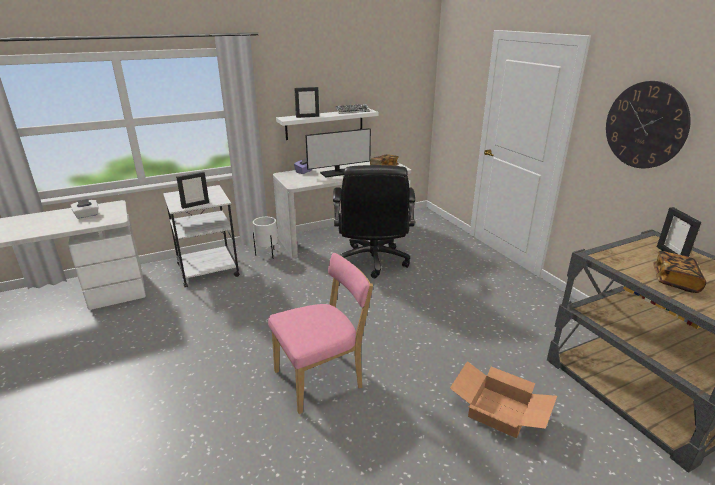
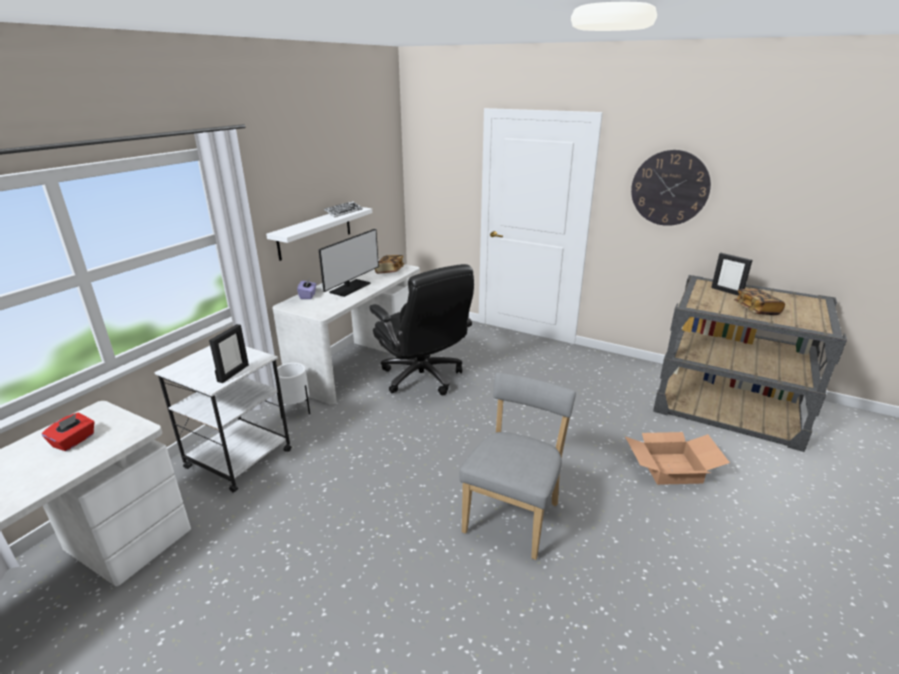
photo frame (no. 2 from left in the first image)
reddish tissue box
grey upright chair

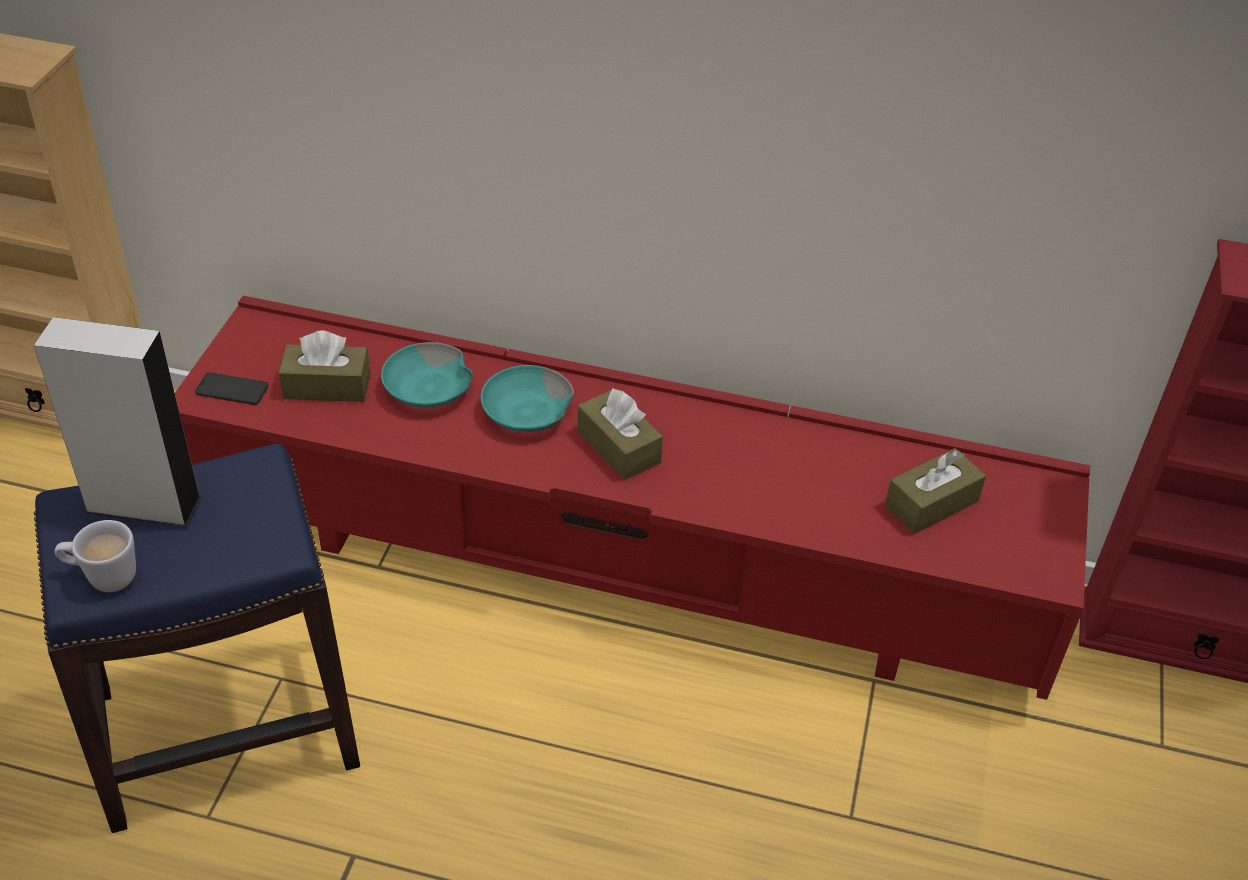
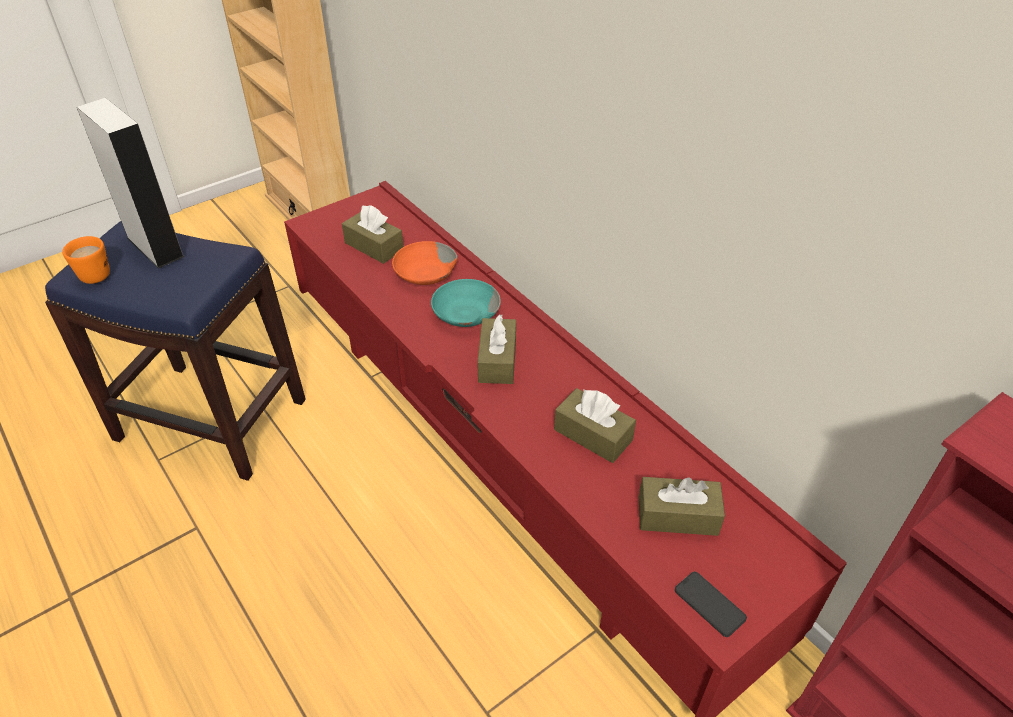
brown-coloured tissue box (no. 3 from left)
phone
orange coffee mug
orange serving bowl

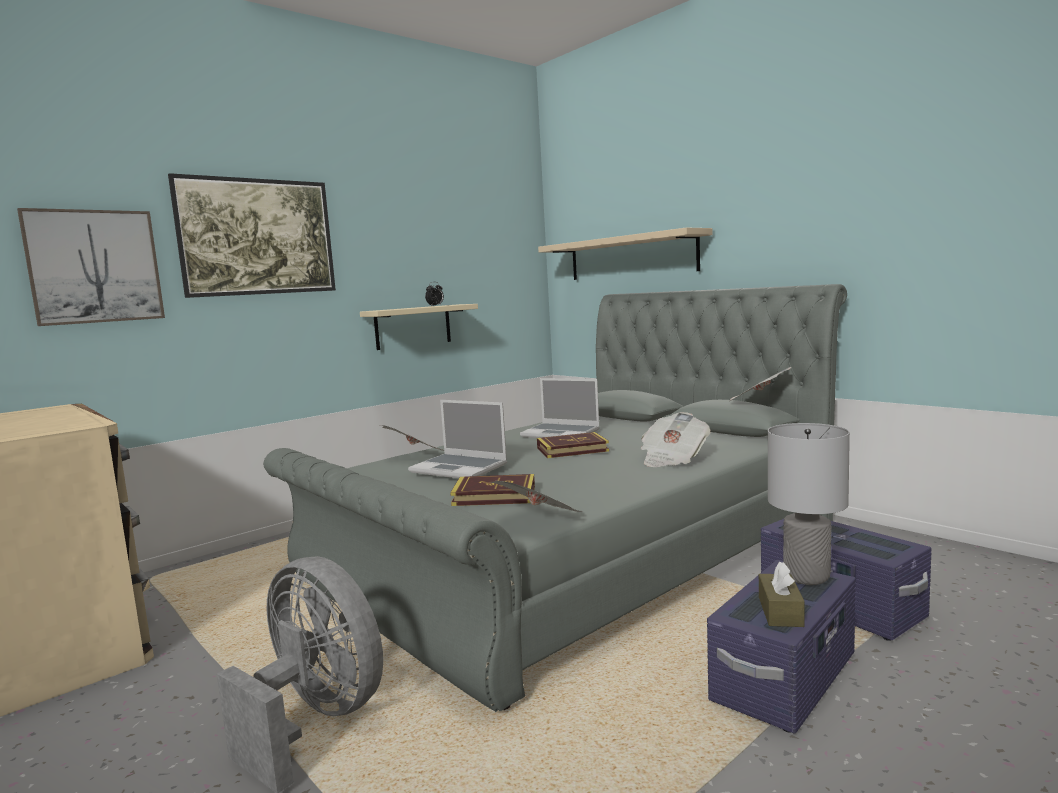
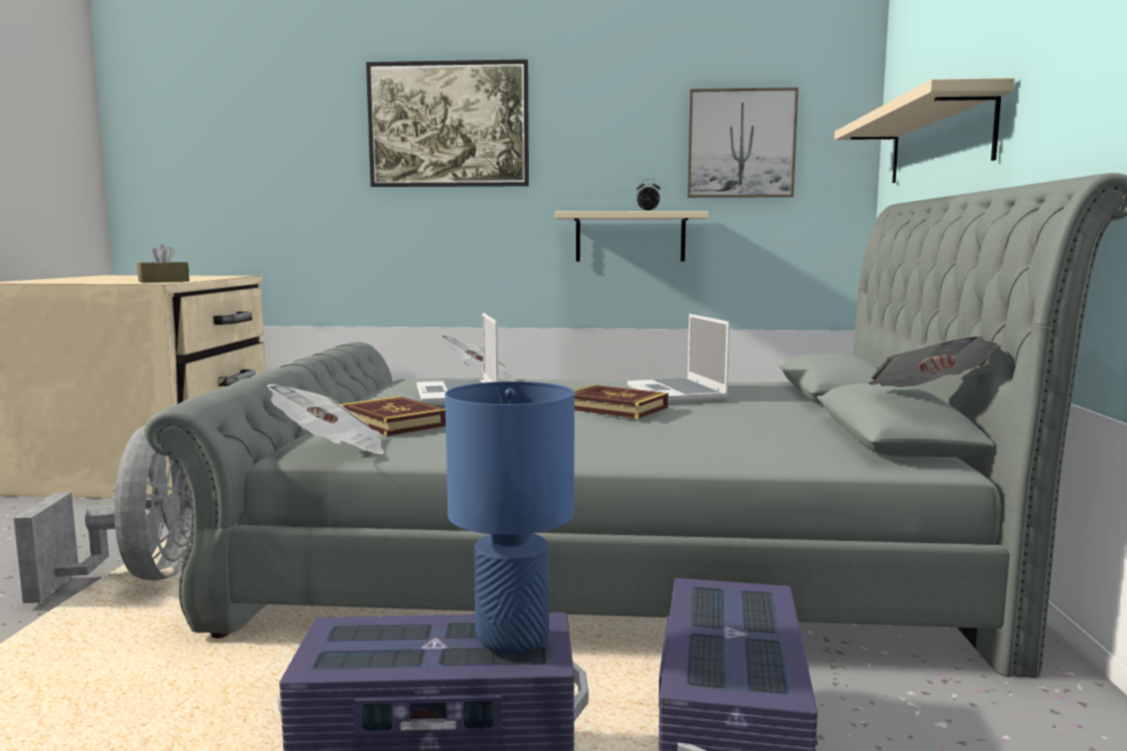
daily paper (no. 3 from left in the first image)
wall picture (no. 2 from left)
brown-coloured tissue box
bluish table lamp

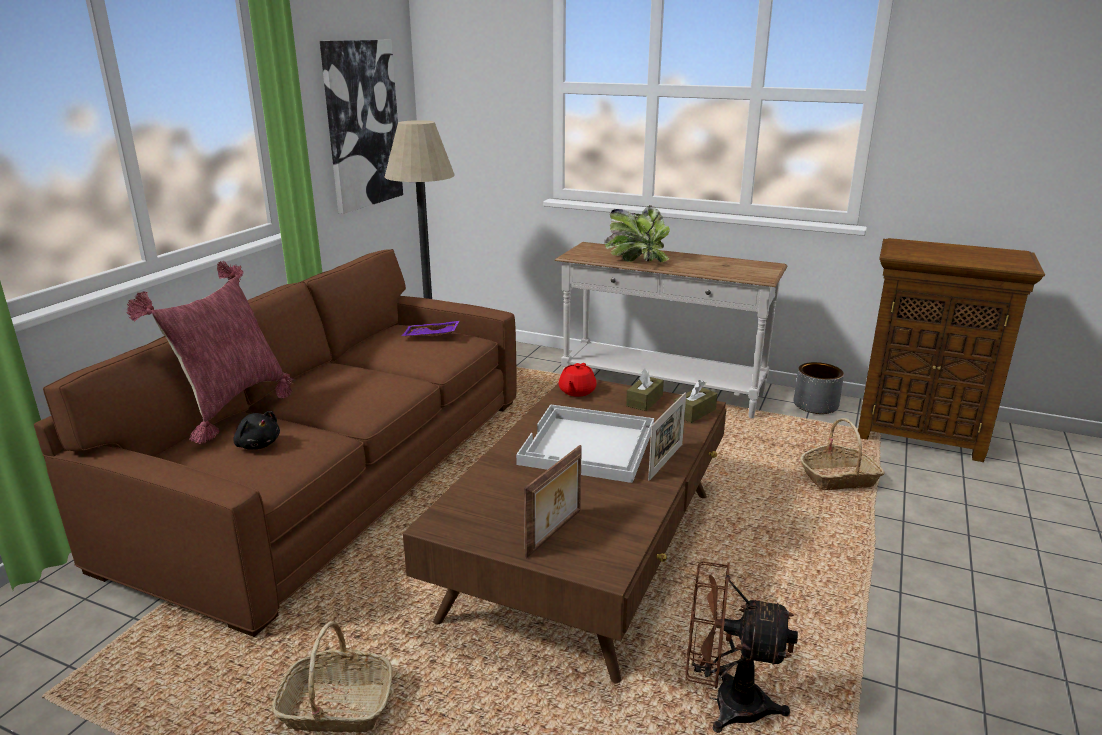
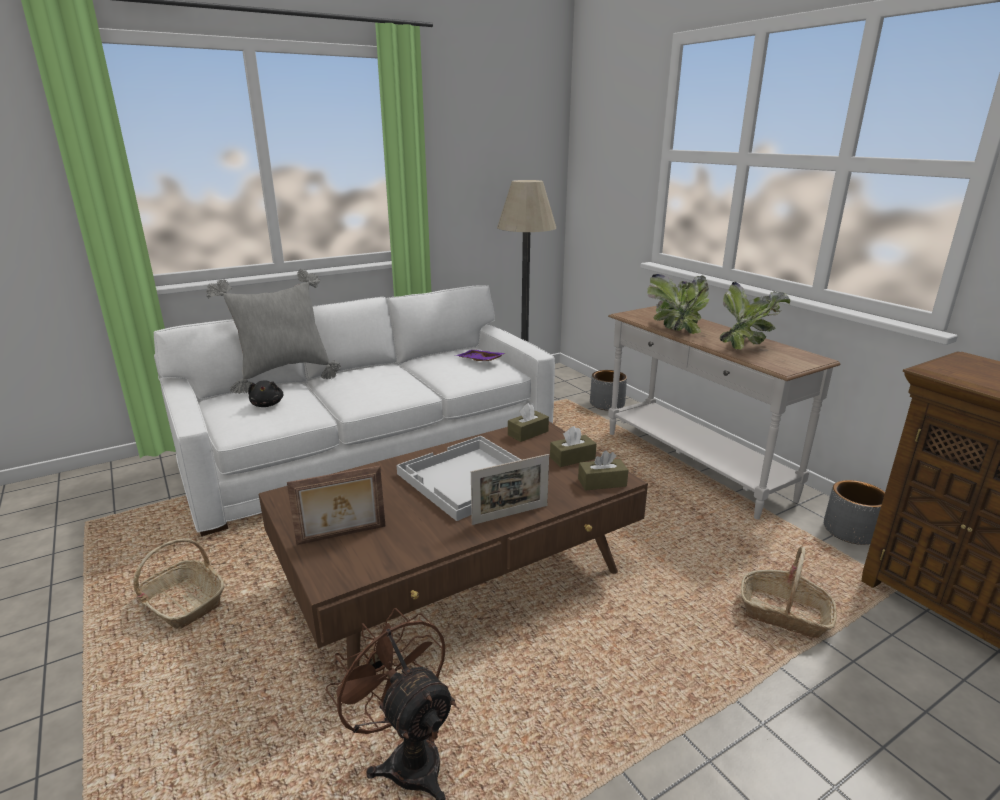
wall picture
grey plant pot (no. 1 from left)
houseplant (no. 2 from left)
brown-coloured tissue box (no. 1 from left)
white couch
grey throw pillow

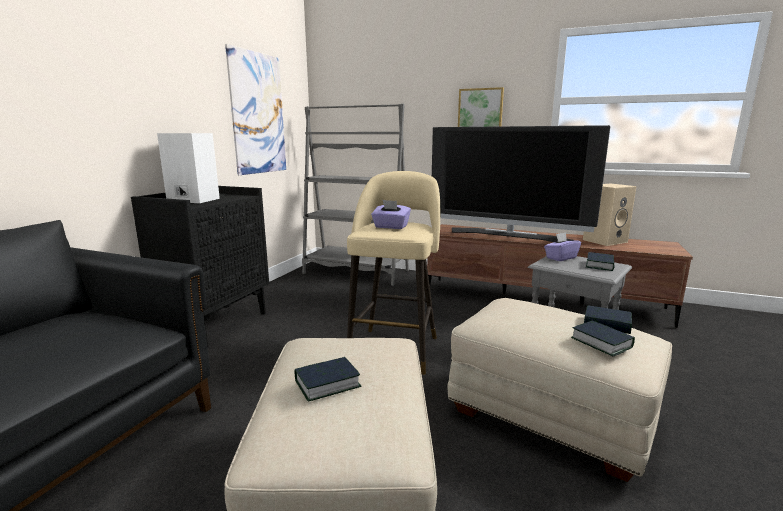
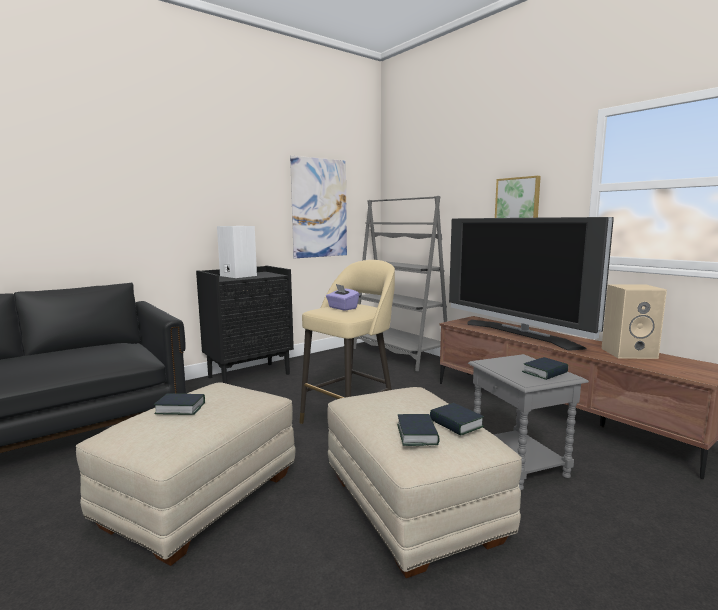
purplish tissue box (no. 2 from left in the first image)

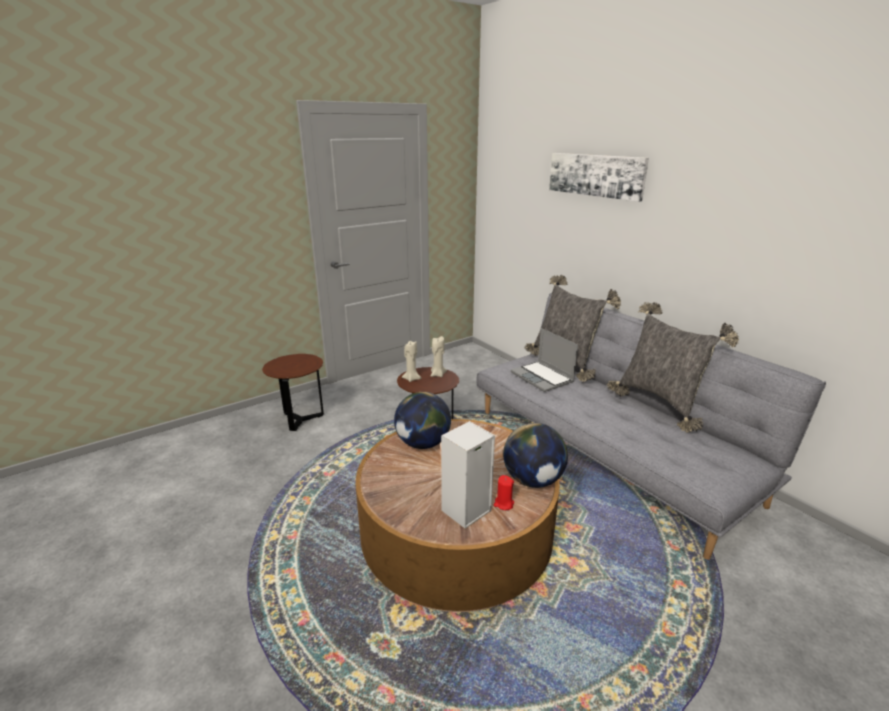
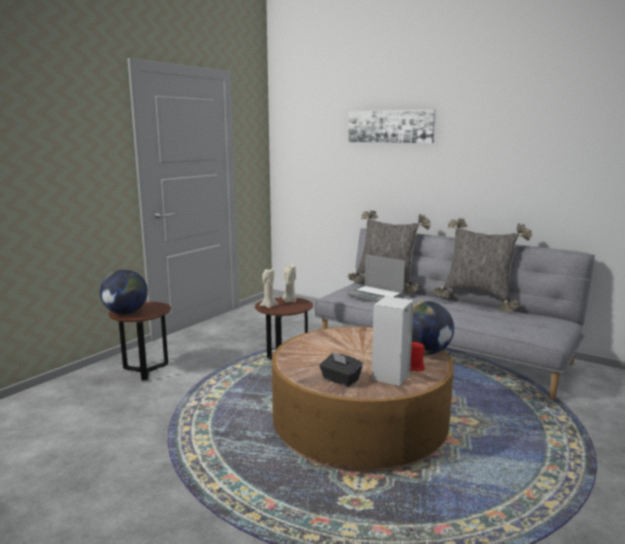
black-coloured tissue box
world globe (no. 1 from left)

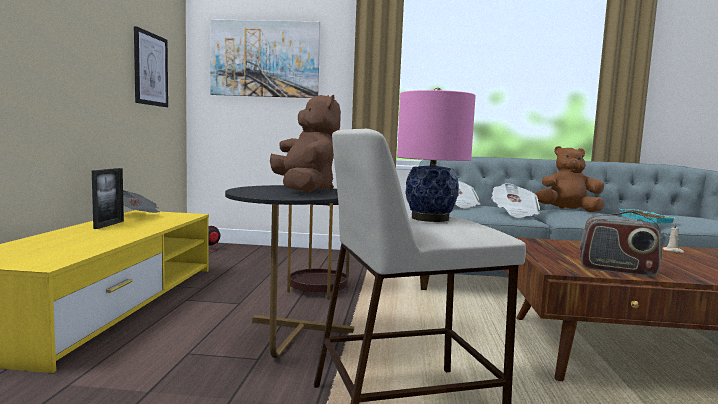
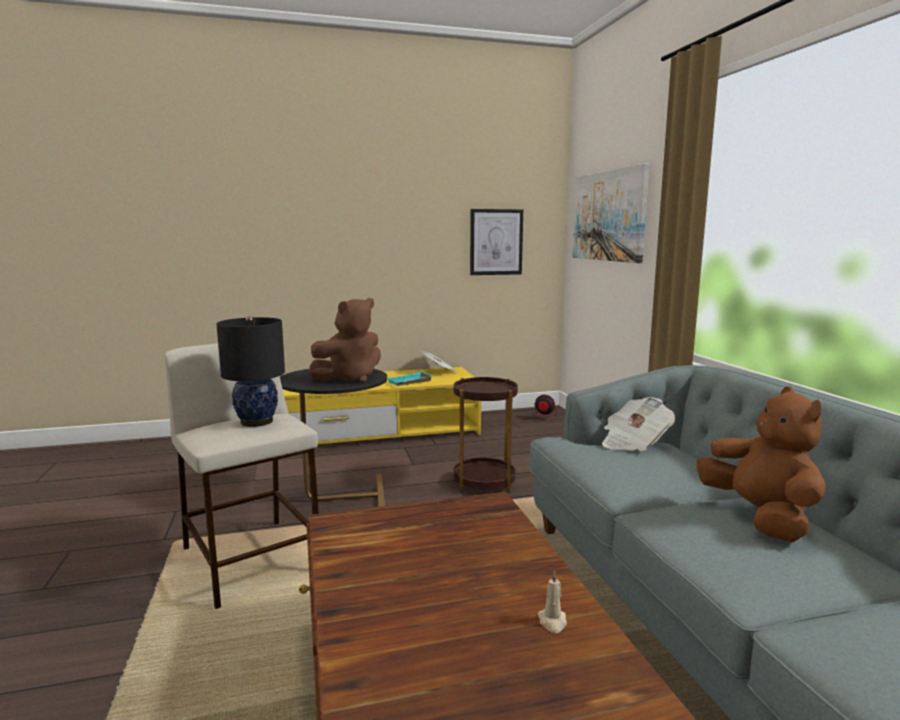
photo frame
daily paper (no. 3 from left in the first image)
radio set
turquoise tray
black-coloured table lamp

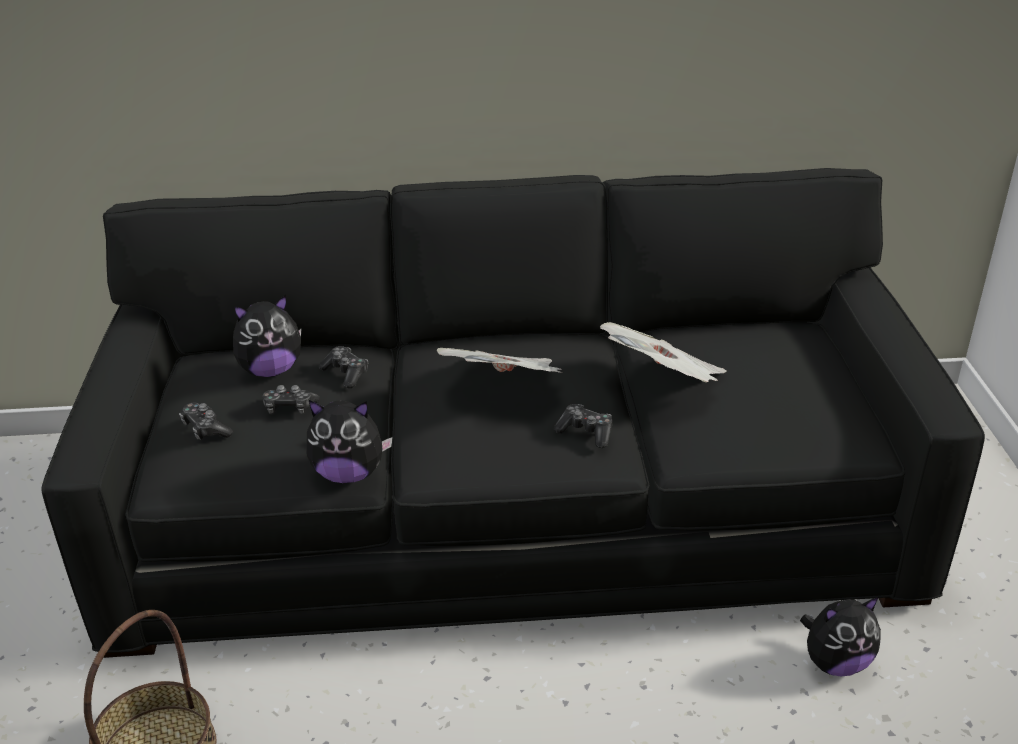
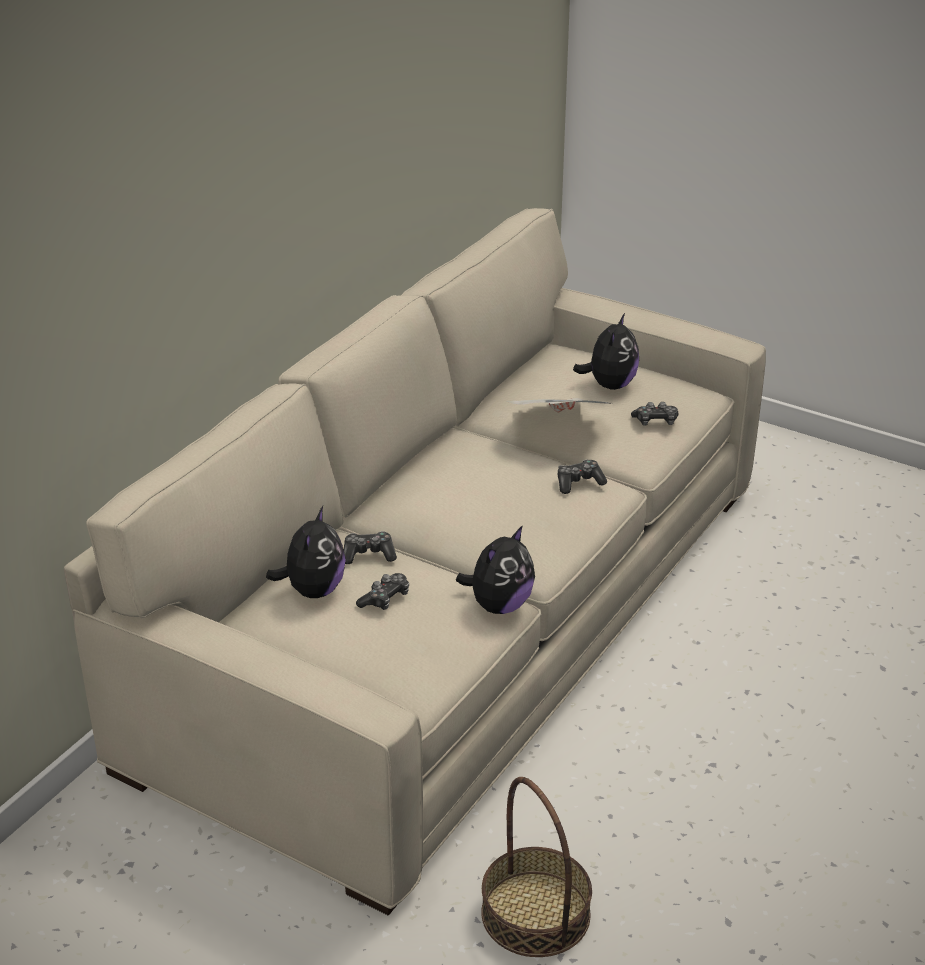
daily paper (no. 1 from left in the first image)
gamepad (no. 4 from left)
plush toy (no. 3 from left)
sand-coloured couch

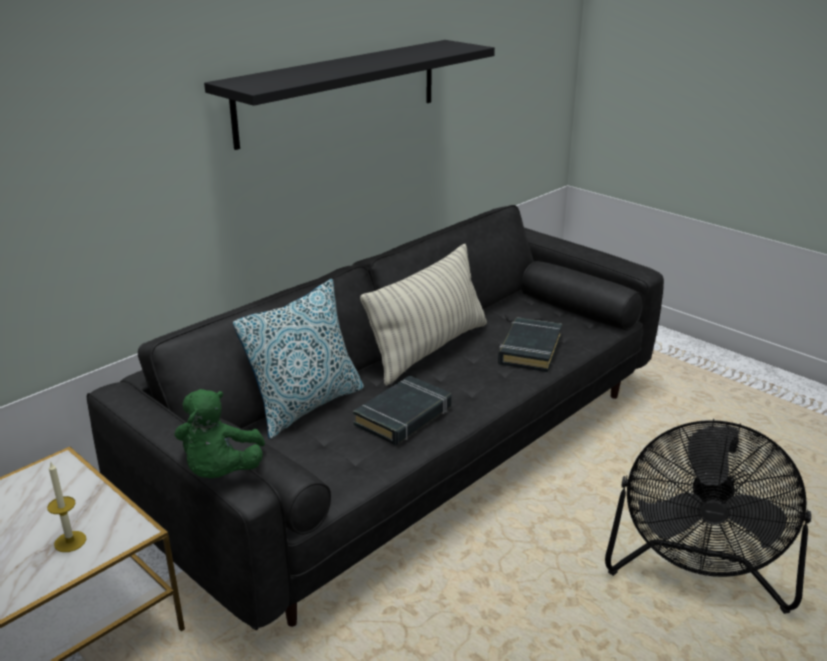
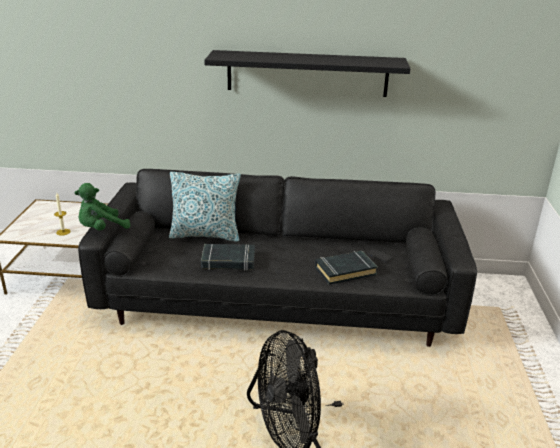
throw pillow (no. 2 from left in the first image)

